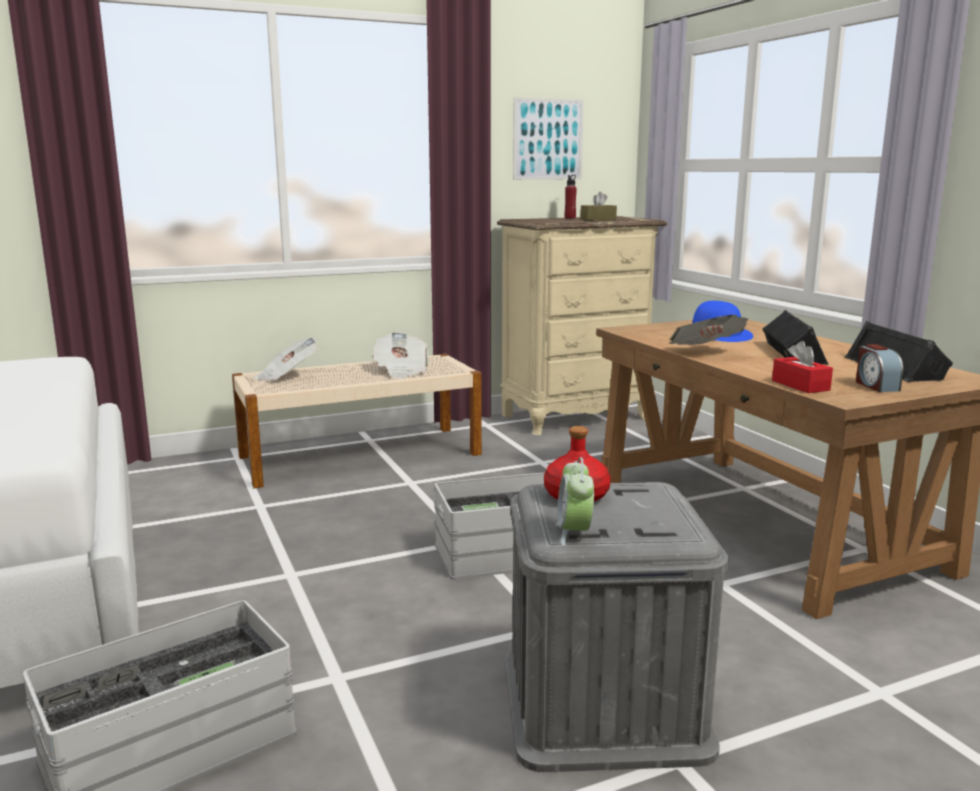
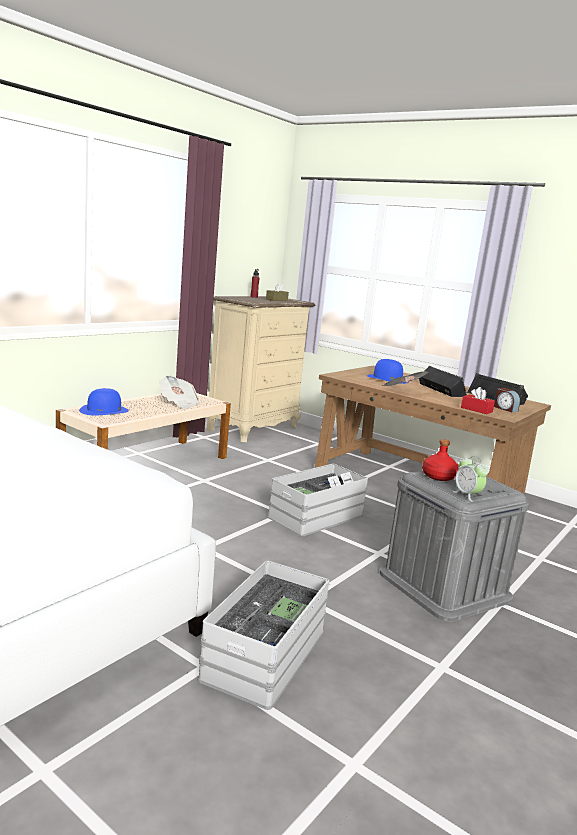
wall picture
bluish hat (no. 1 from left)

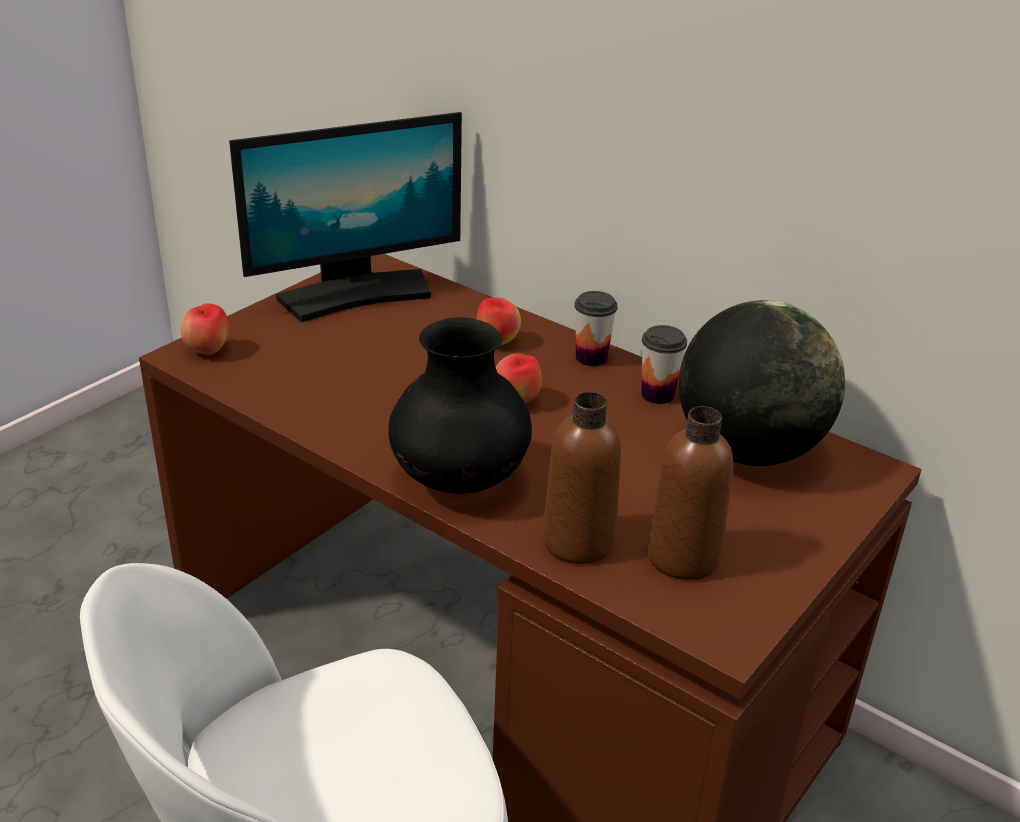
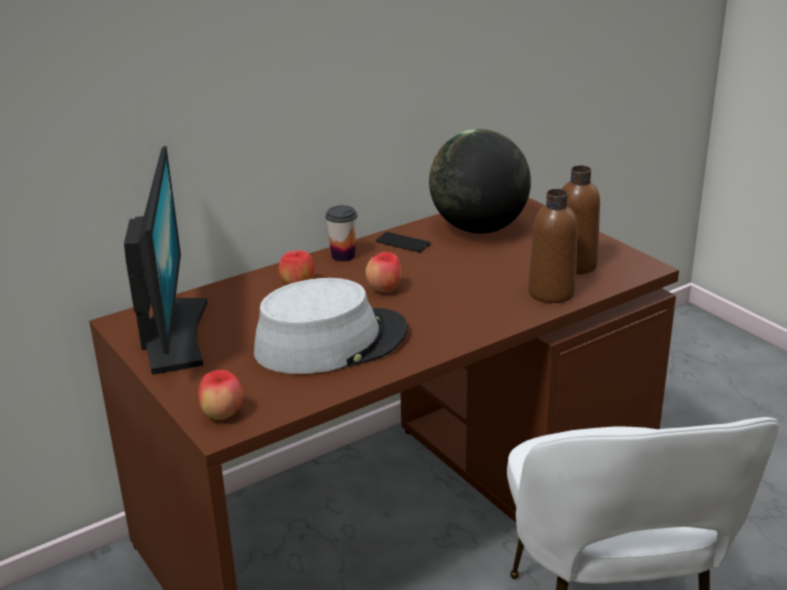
black-coloured decorative vase
grey hat
phone

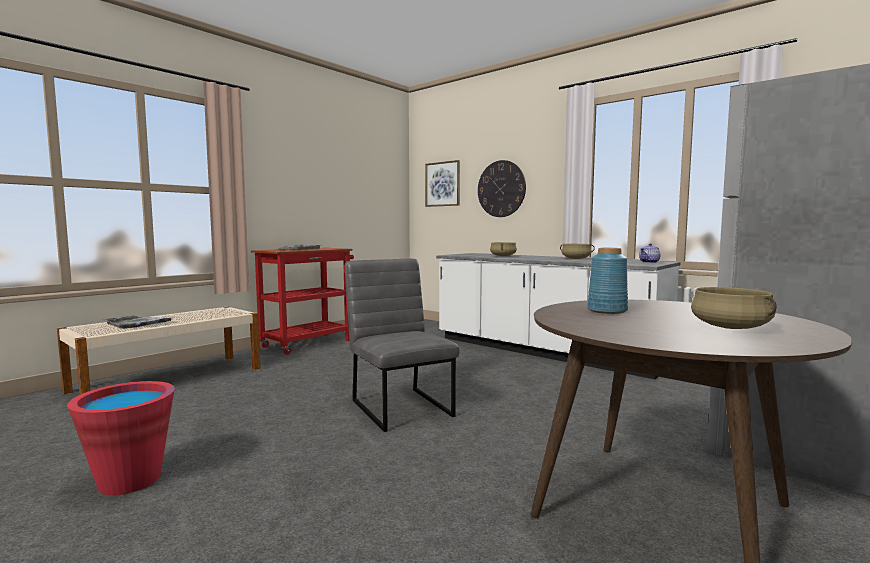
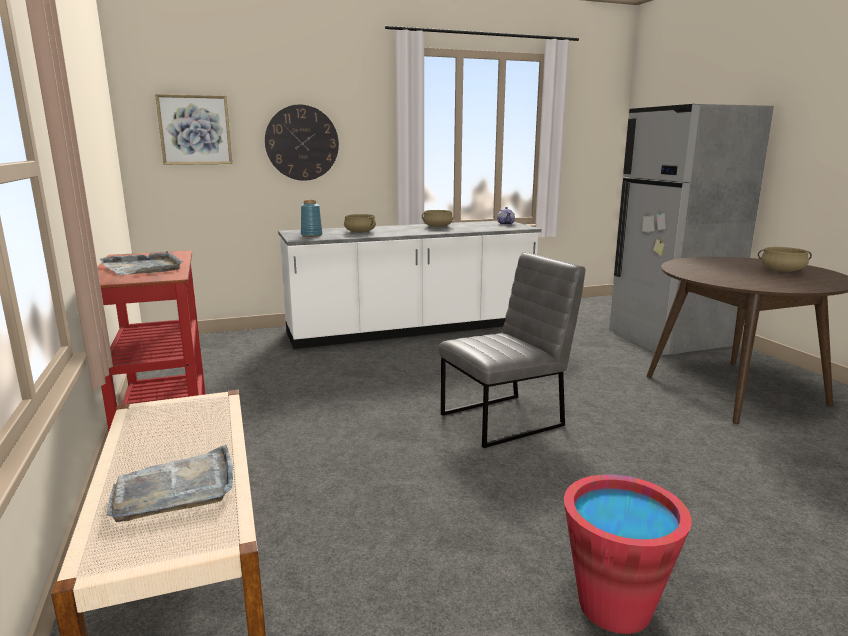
bluish decorative vase
grey upright chair

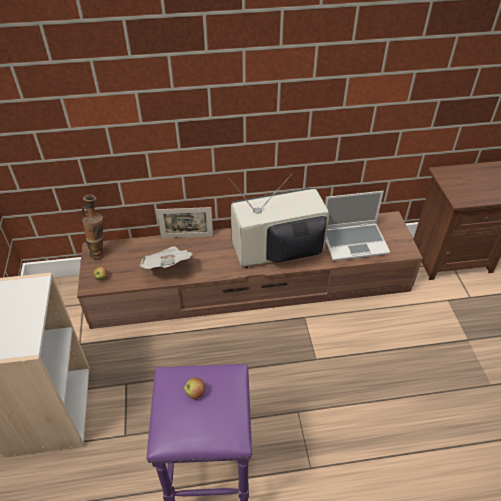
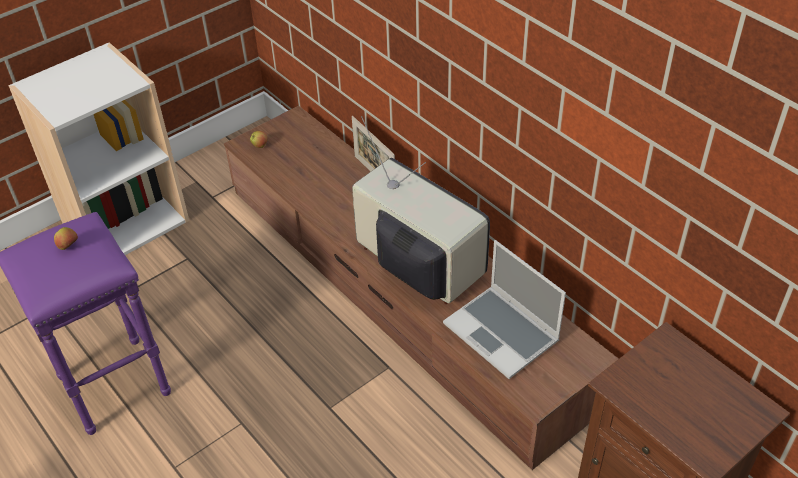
decorative vase
daily paper

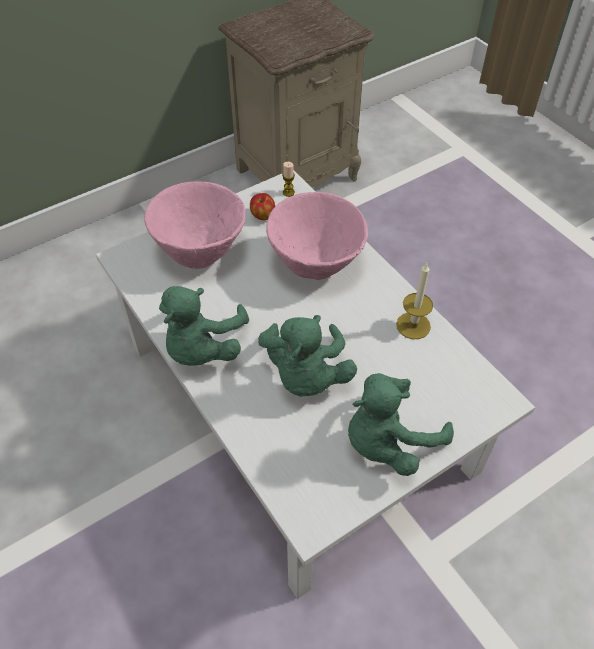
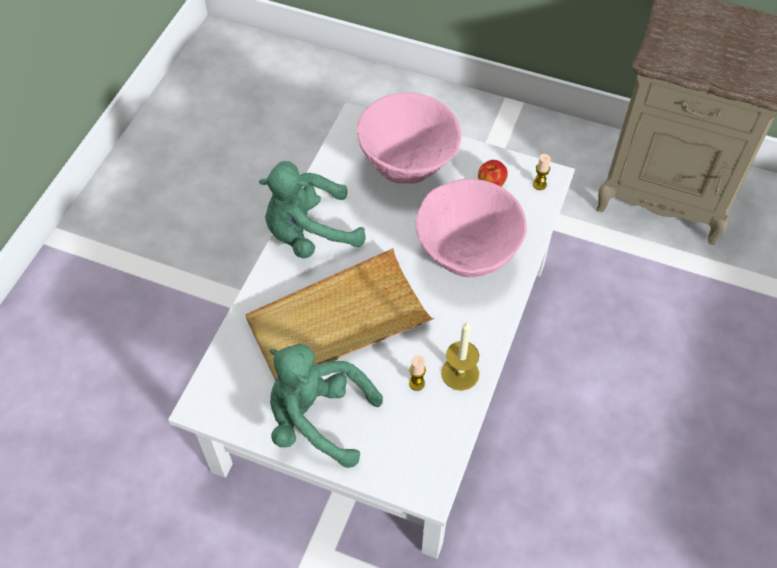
wax candle (no. 1 from left)
sand-coloured tray

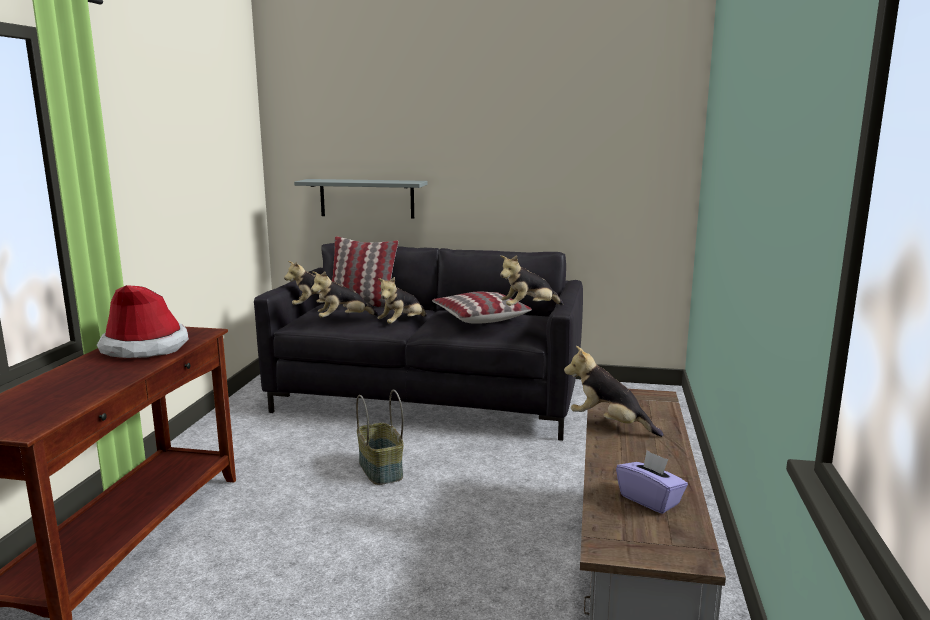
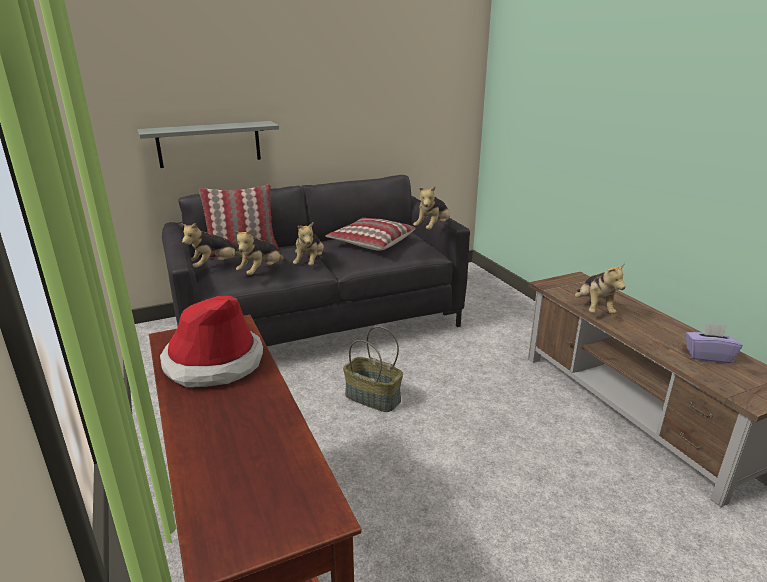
plush toy (no. 5 from left)

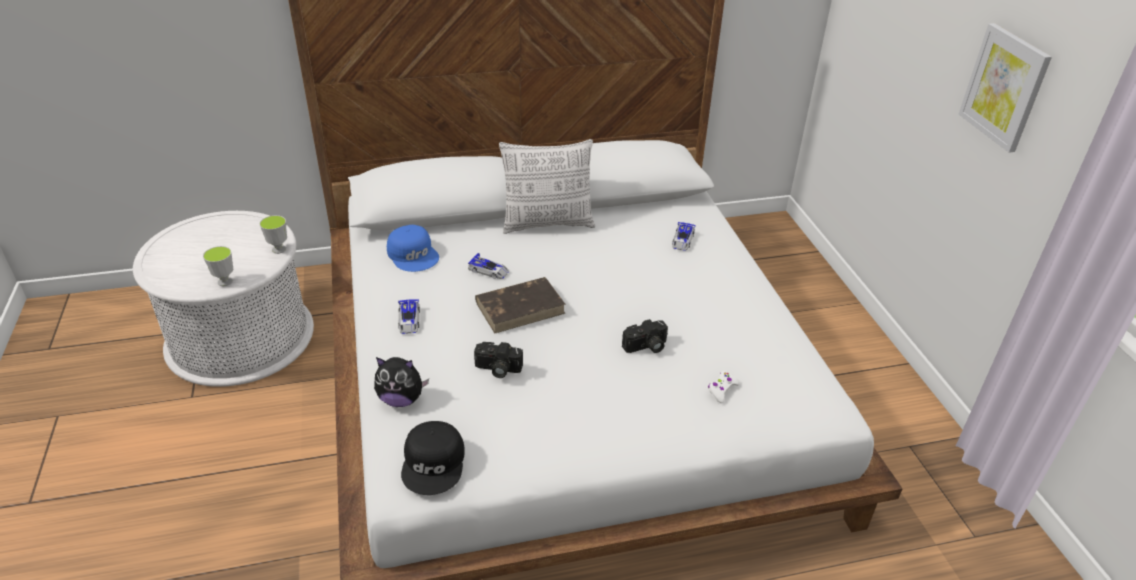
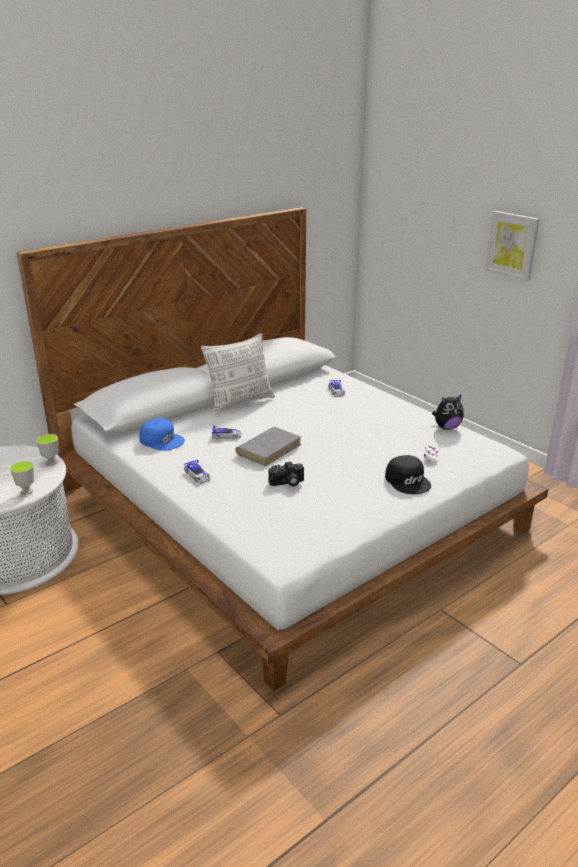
photo camera (no. 2 from left in the first image)
plush toy
black-coloured peaked cap
grey volume

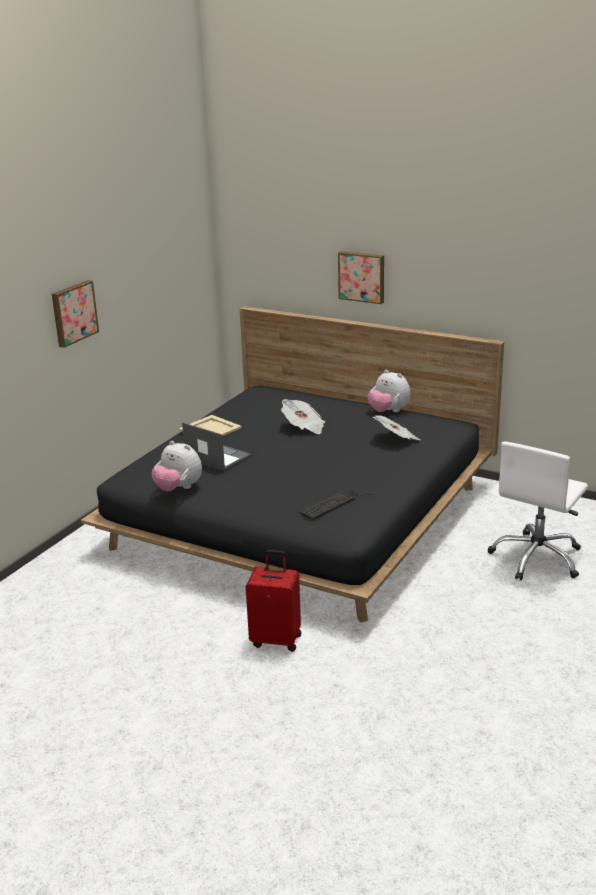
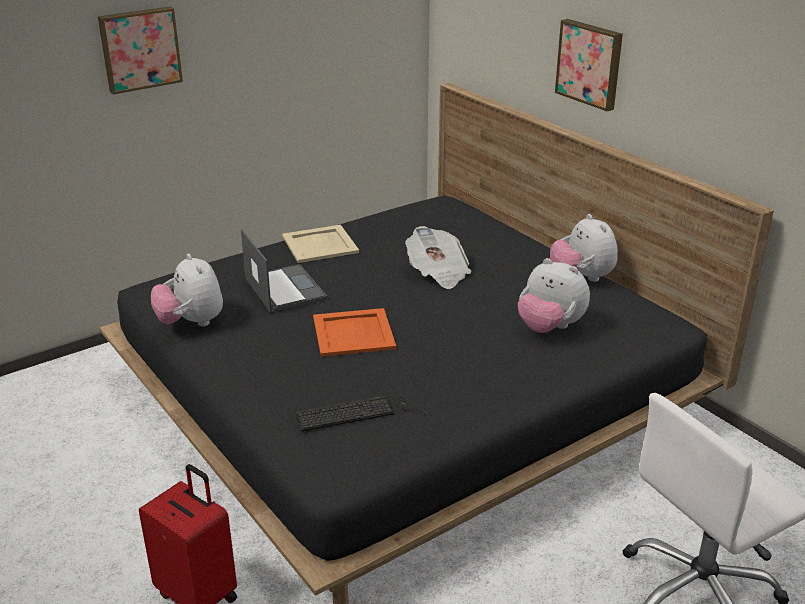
orange tray
plush toy (no. 2 from left)

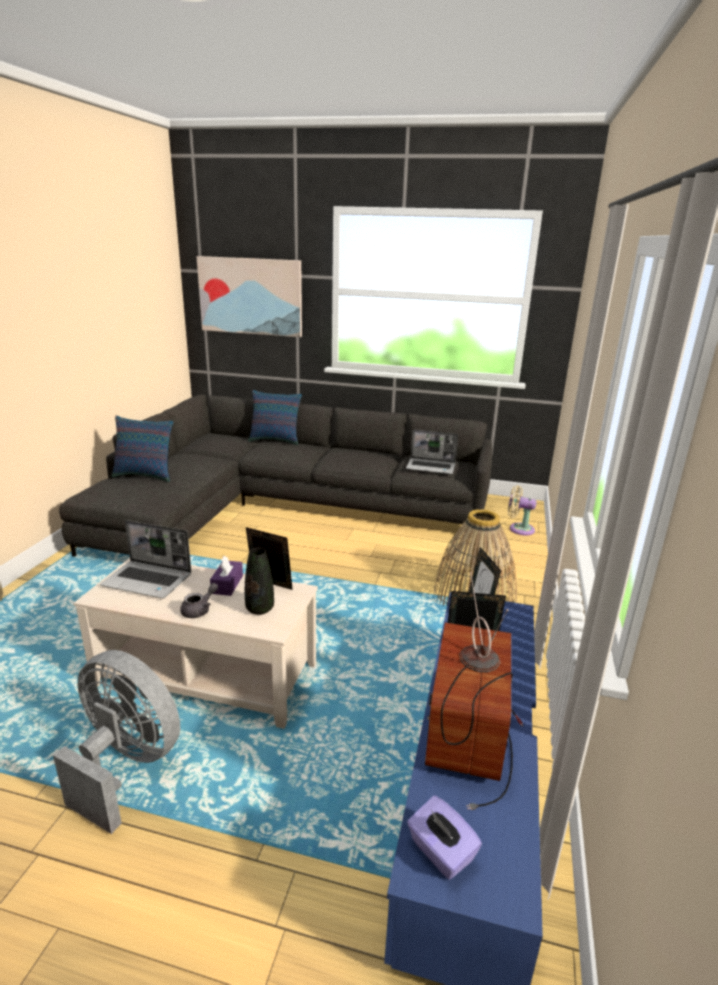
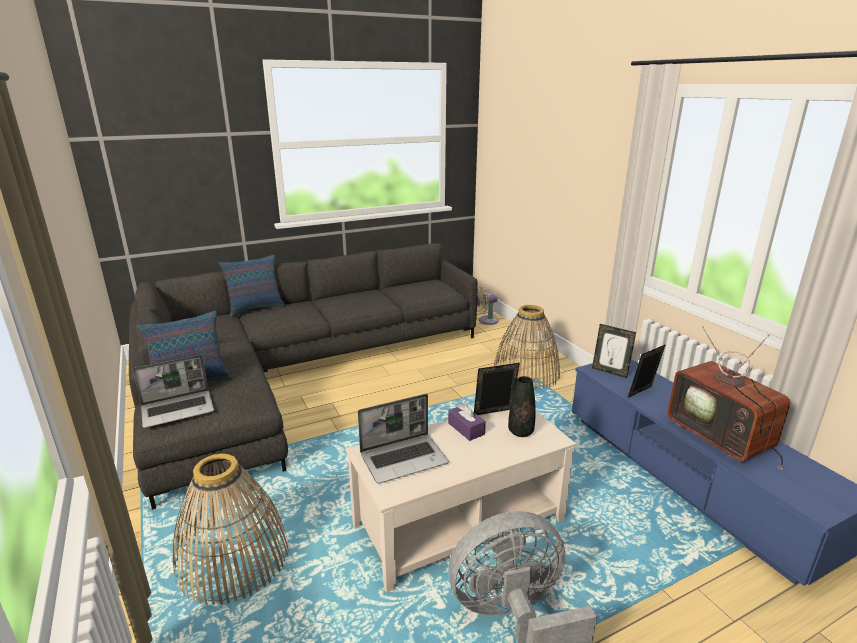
grey pot for tea
wall picture
purplish tissue box (no. 2 from left in the first image)
basket (no. 1 from left)
notebook computer (no. 1 from left)

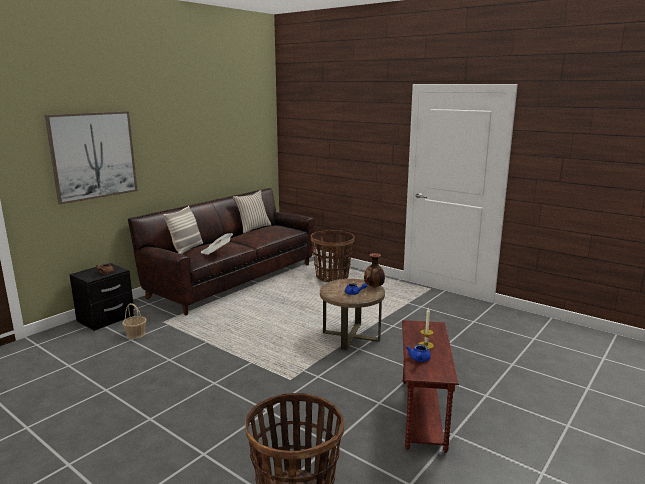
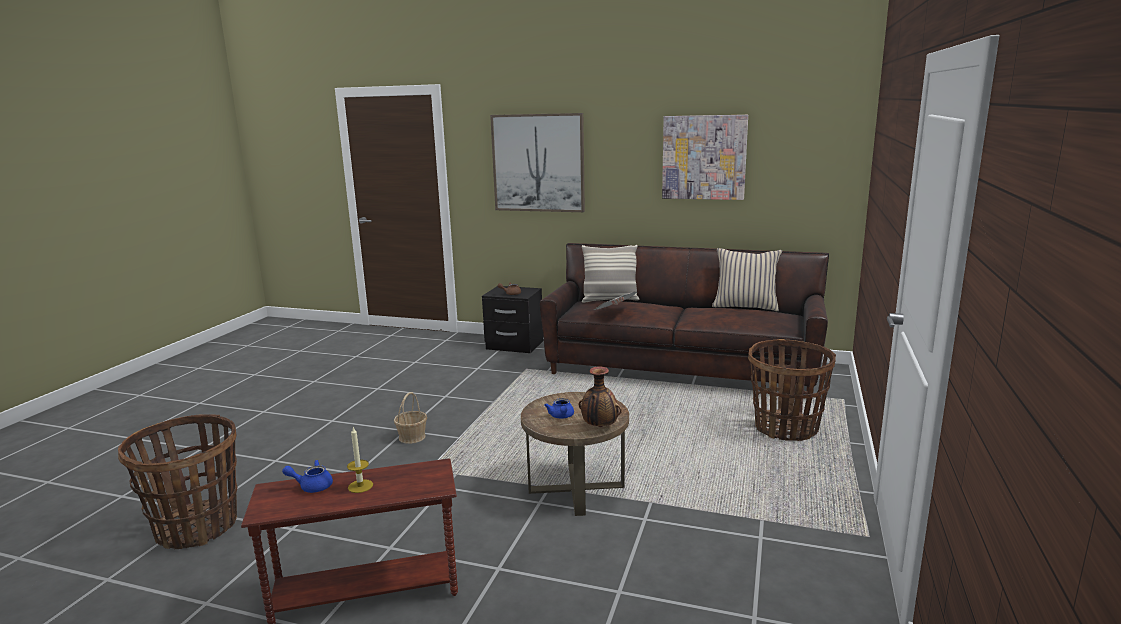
wall picture (no. 2 from left)
basket (no. 2 from left)

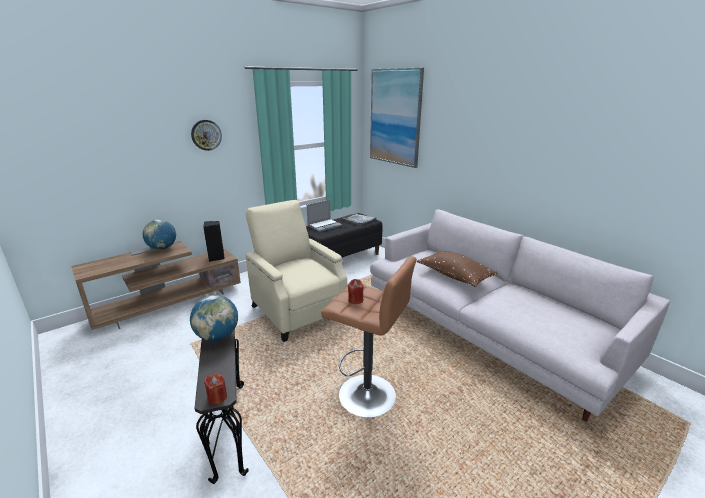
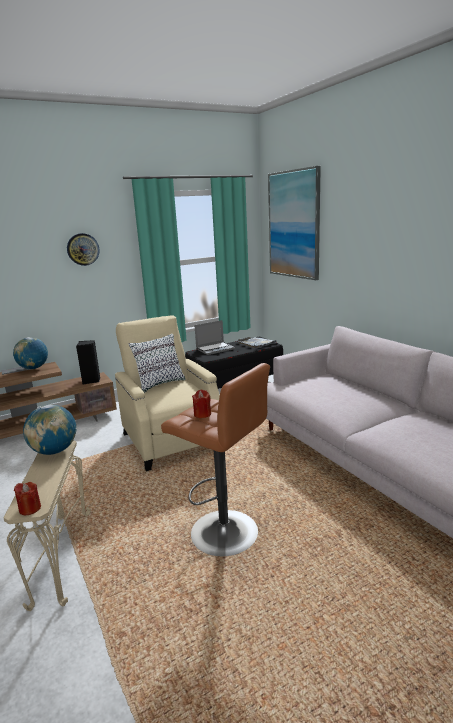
brown-coloured throw pillow
white throw pillow
sand-coloured accent table

